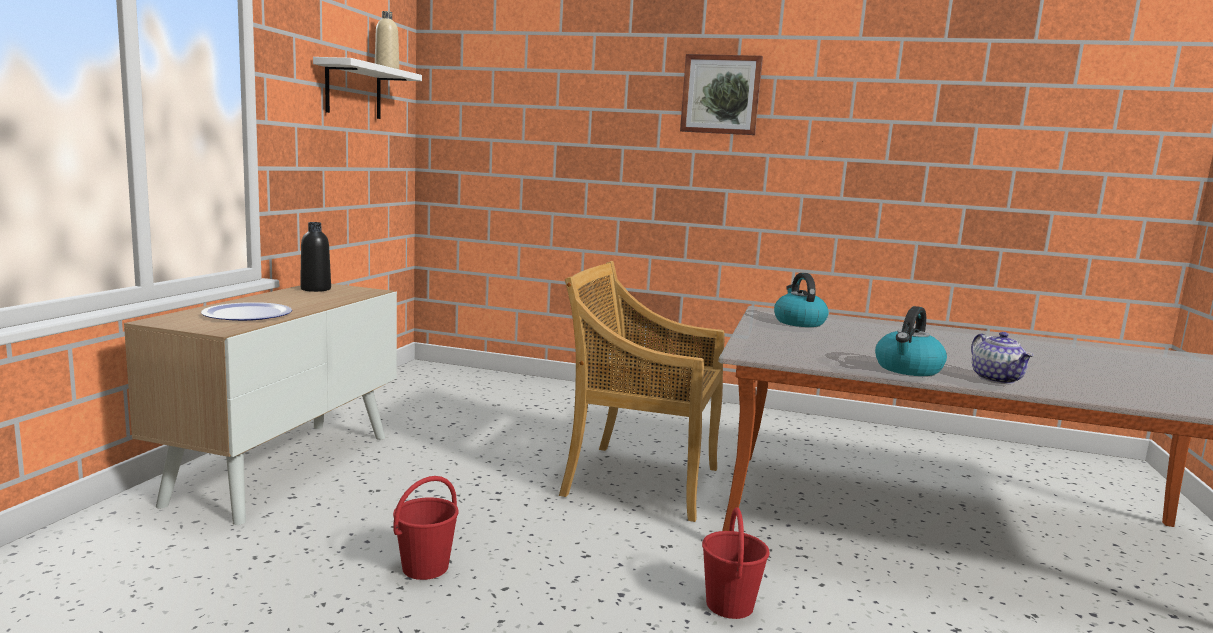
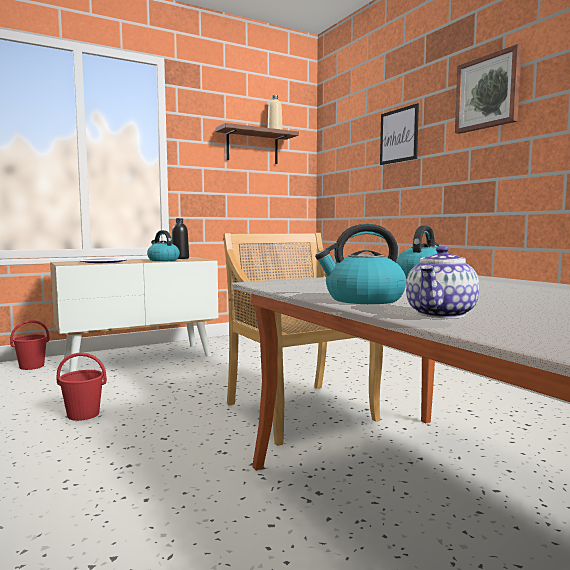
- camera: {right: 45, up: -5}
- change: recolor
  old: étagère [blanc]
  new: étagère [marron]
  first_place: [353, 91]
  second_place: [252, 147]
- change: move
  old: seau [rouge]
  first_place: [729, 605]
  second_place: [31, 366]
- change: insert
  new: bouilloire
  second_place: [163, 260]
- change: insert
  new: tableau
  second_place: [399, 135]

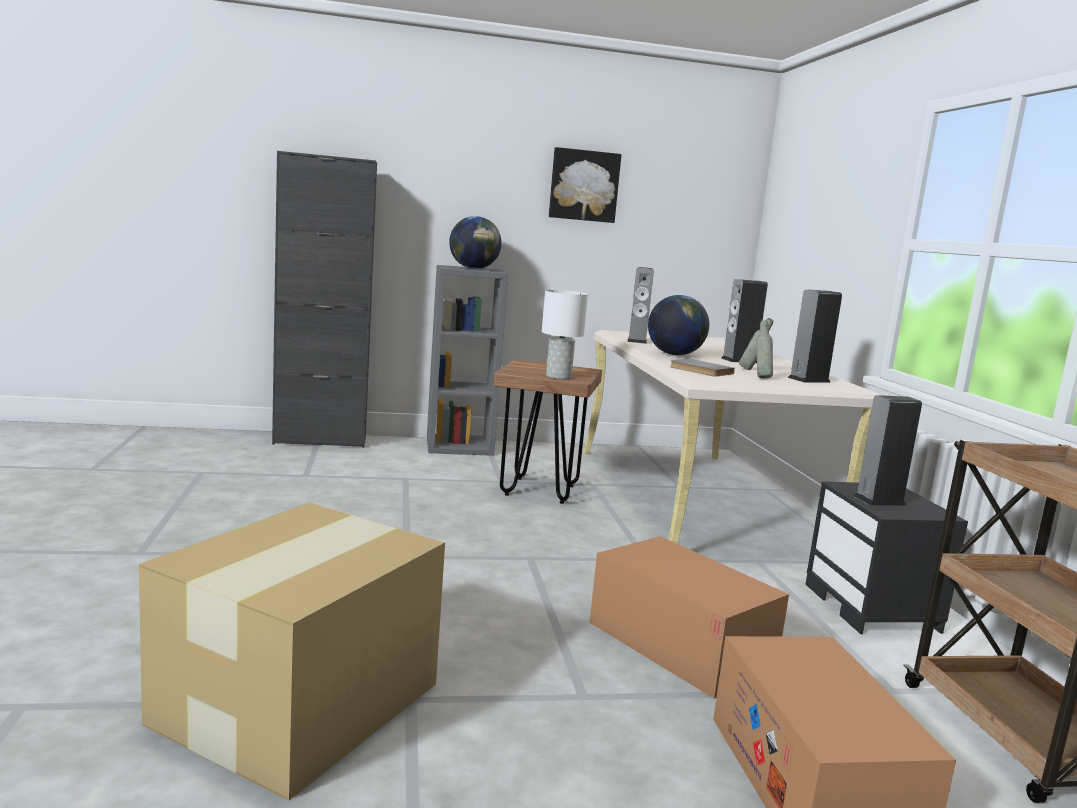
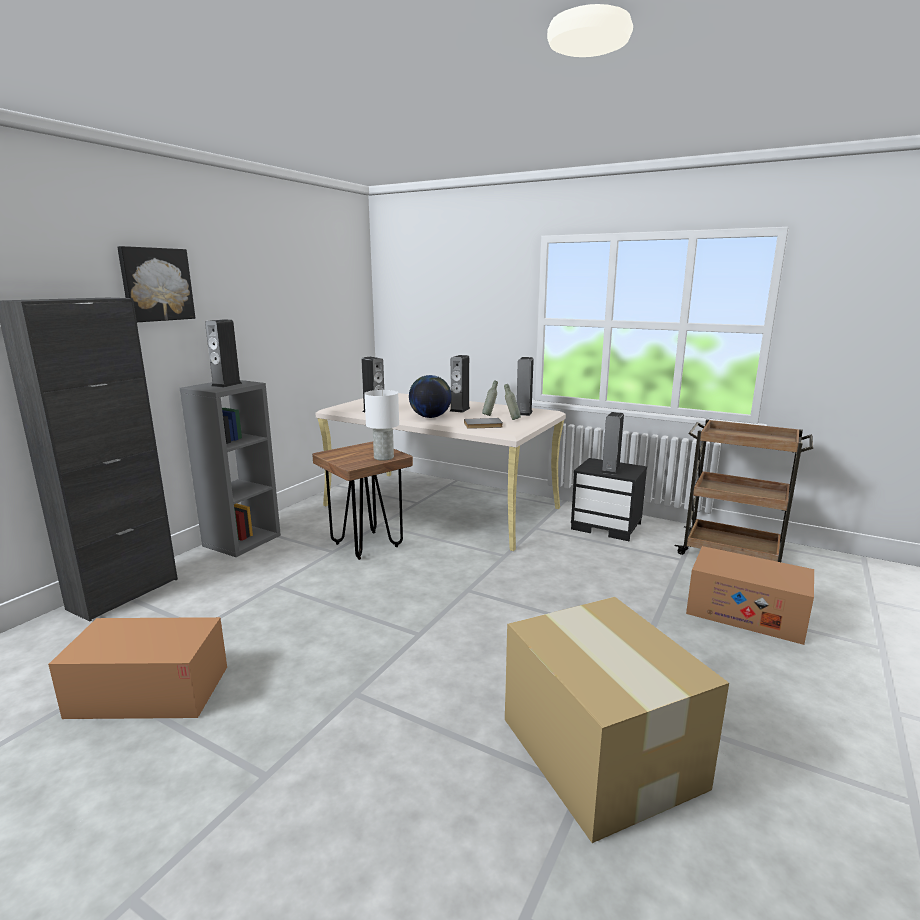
- camera: {right: -50, up: 5}
- change: replace
  old: globe
  new: enceinte
  first_place: [474, 268]
  second_place: [226, 384]
- change: move
  old: tableau
  first_place: [584, 185]
  second_place: [156, 284]
- change: move
  old: carton
  first_place: [679, 644]
  second_place: [149, 691]

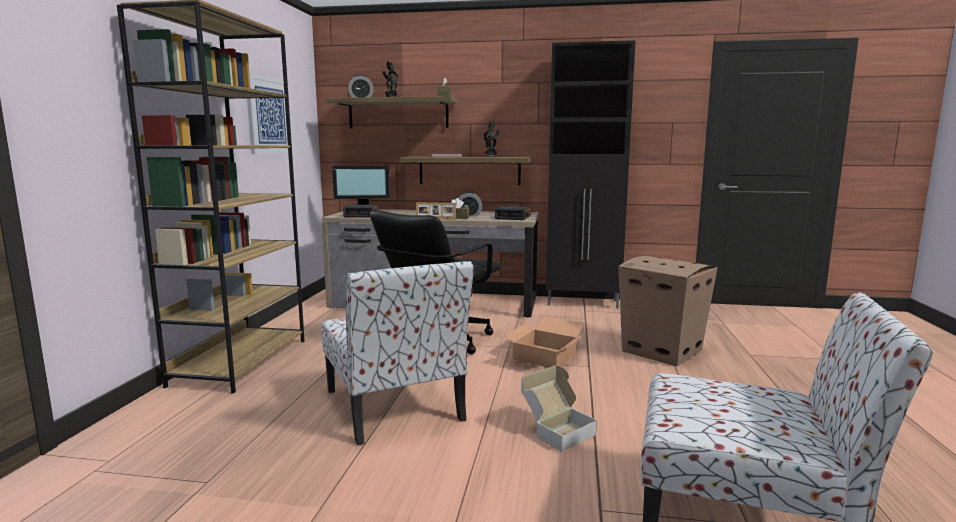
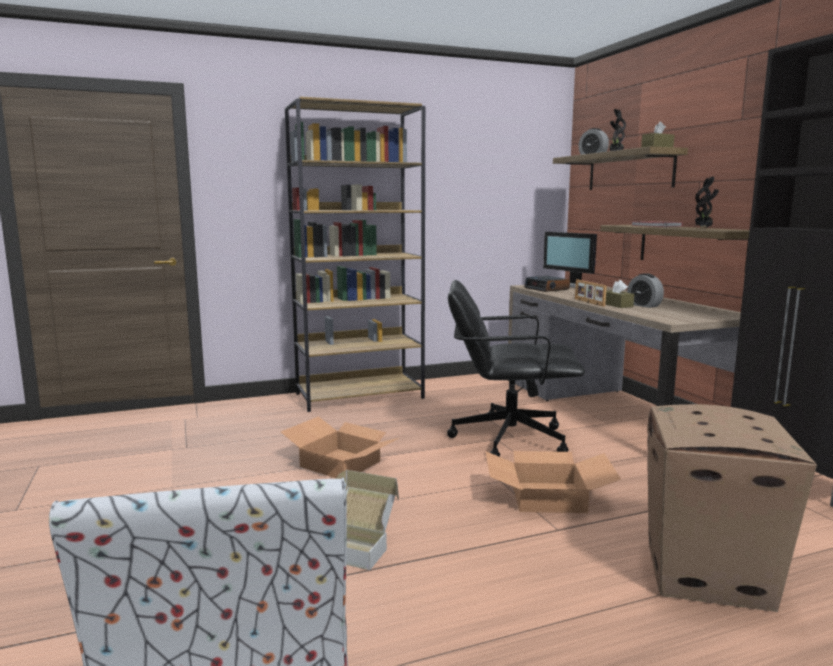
- camera: {right: 60, up: 0}
- change: delete
  old: tableau
  first_place: [268, 115]
- change: replace
  old: chaise
  new: carton
  first_place: [395, 406]
  second_place: [338, 464]
- change: delete
  old: réveil
  first_place: [513, 217]

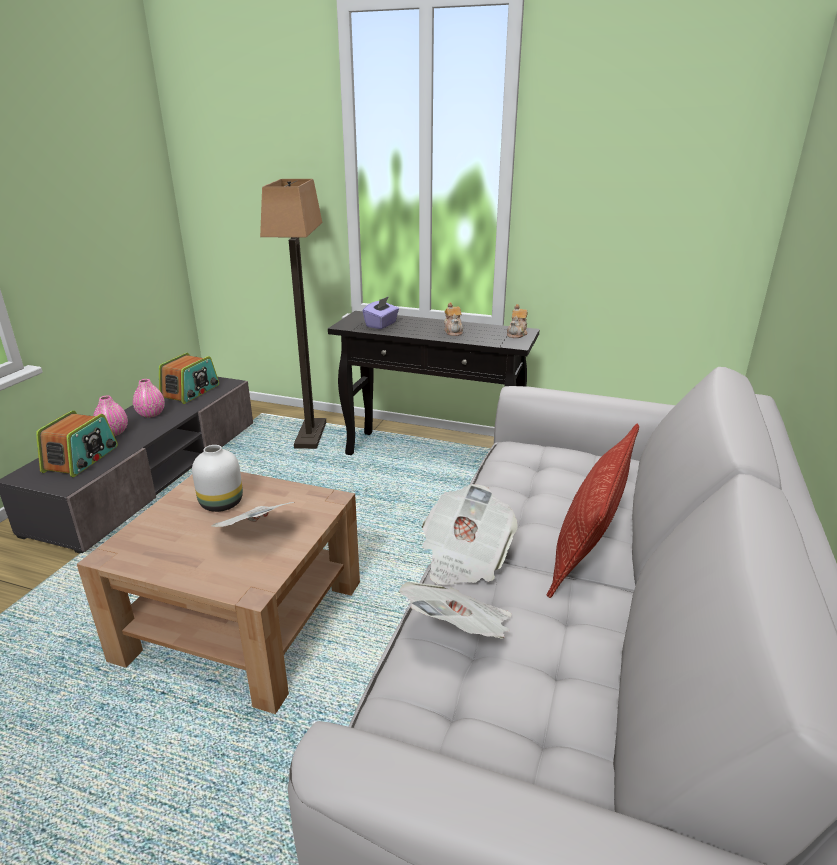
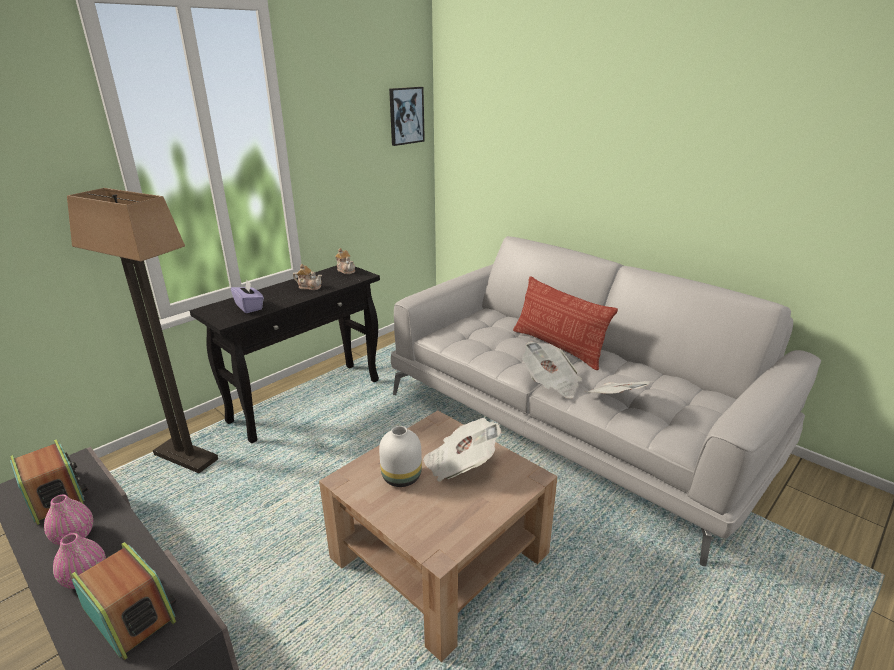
- camera: {right: -65, up: 0}
- change: insert
  new: tableau
  second_place: [406, 116]

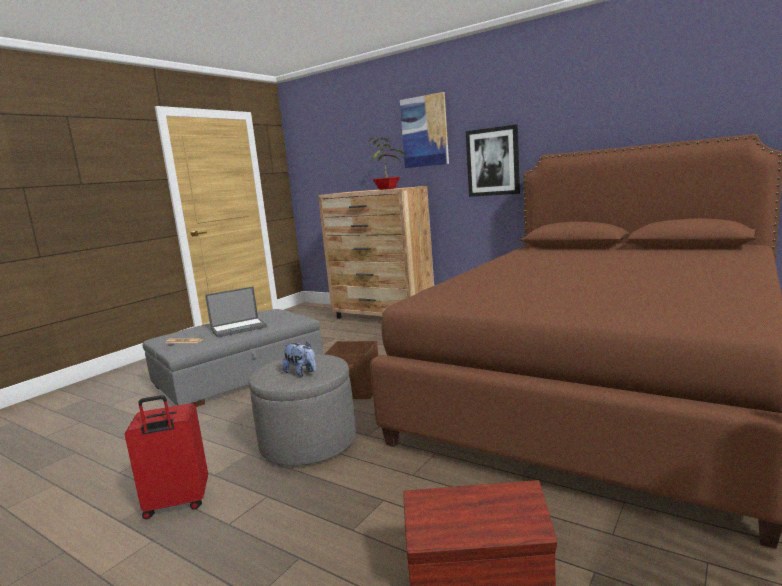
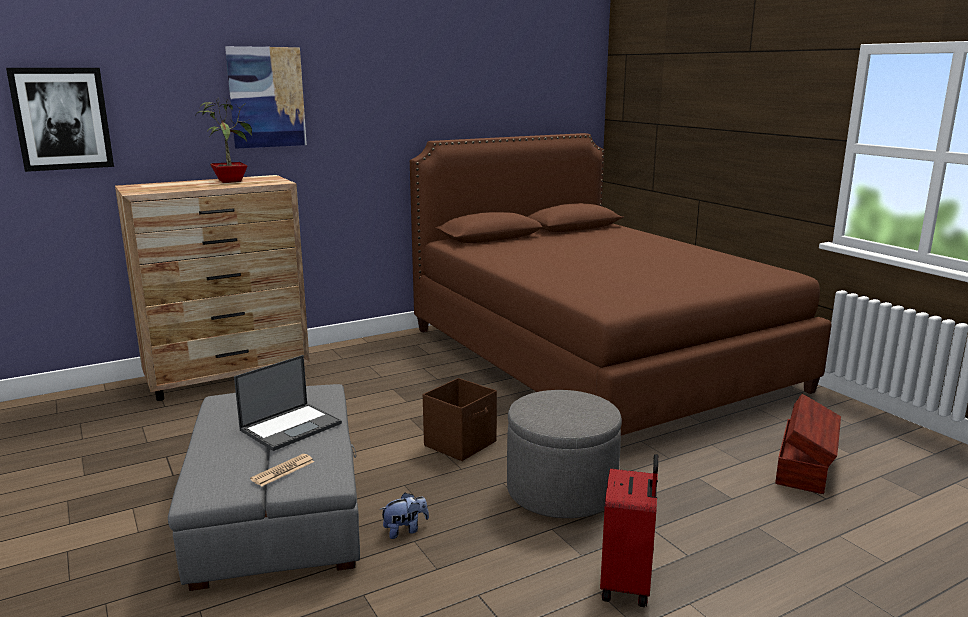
- camera: {right: -65, up: 5}
- change: rotate
  old: ordinateur portable
  first_place: [239, 327]
  second_place: [291, 426]
  degrees: 45
- change: move
  old: peluche
  first_place: [301, 373]
  second_place: [405, 530]
- change: move
  old: tableau
  first_place: [493, 162]
  second_place: [62, 119]

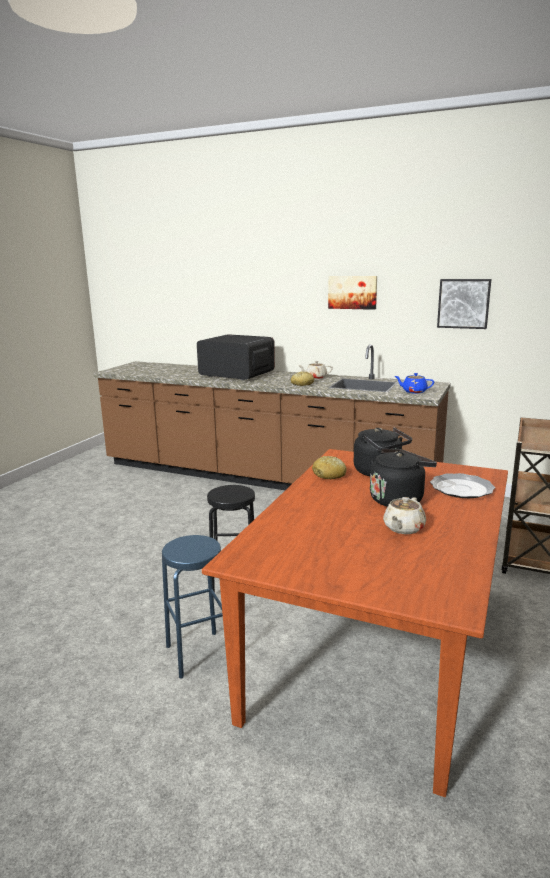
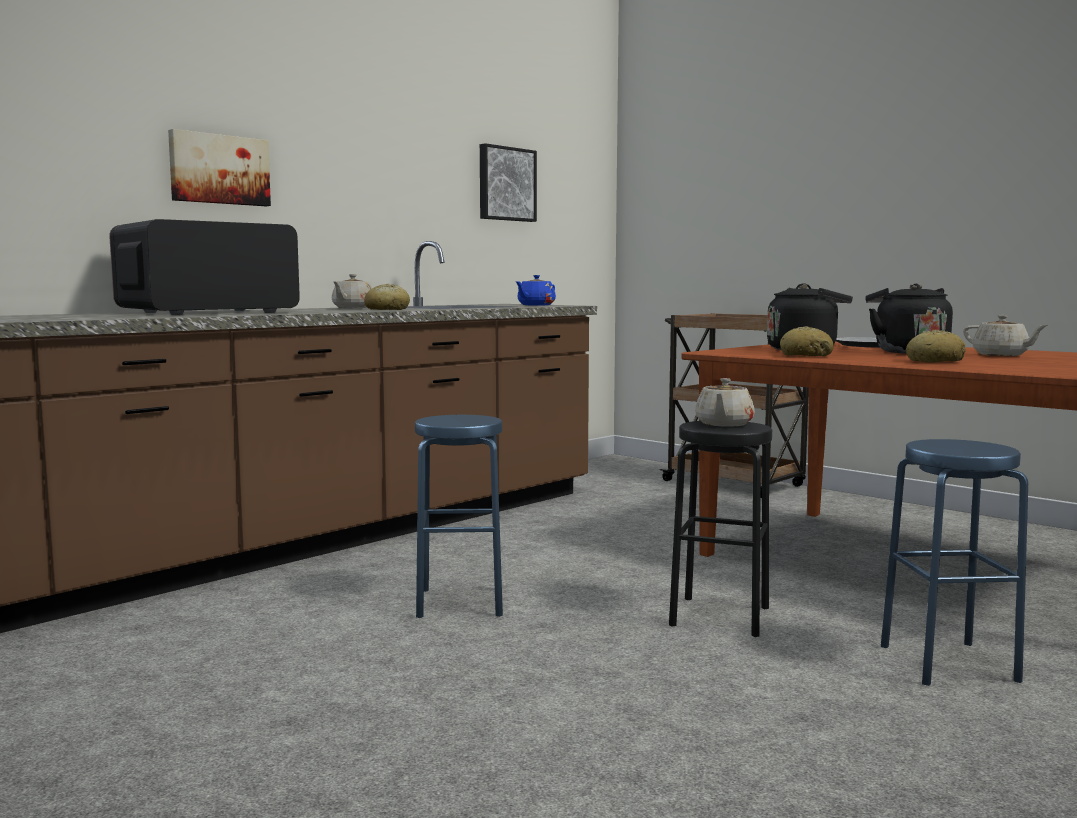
- camera: {right: -70, up: -10}
- change: move
  old: tableau
  first_place: [352, 292]
  second_place: [219, 169]
- change: insert
  new: tabouret [bleu]
  second_place: [461, 602]
- change: insert
  new: théière [beige]
  second_place: [723, 424]
- change: insert
  new: pain
  second_place: [935, 361]

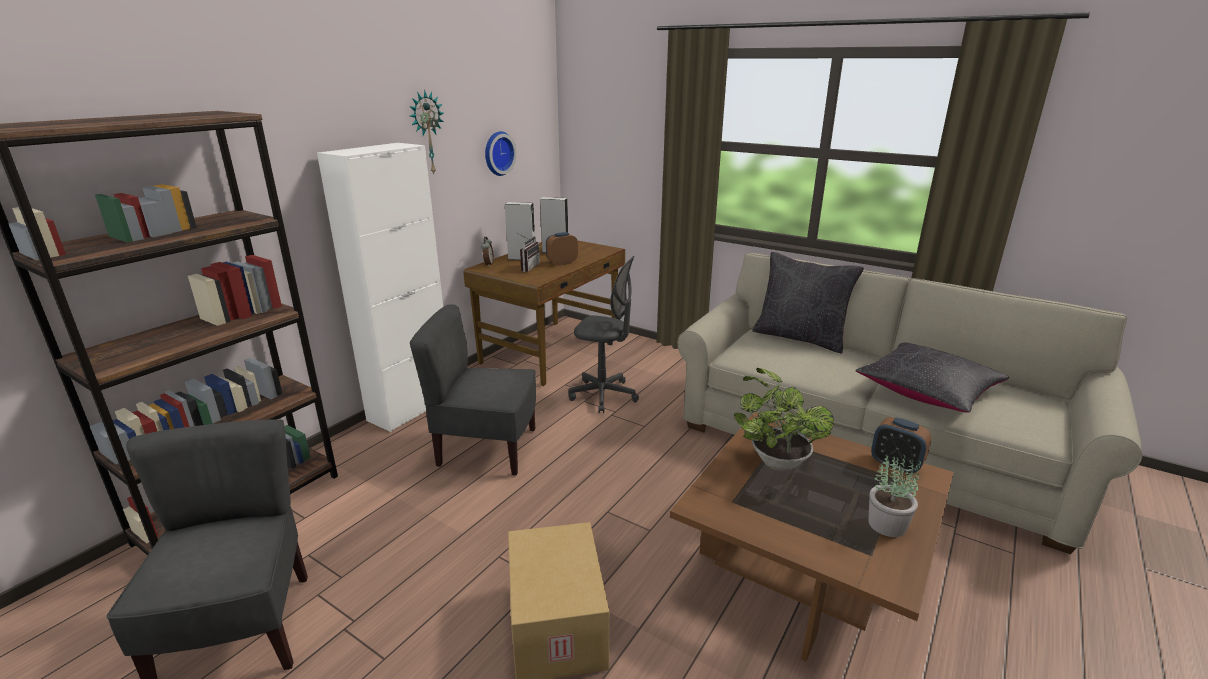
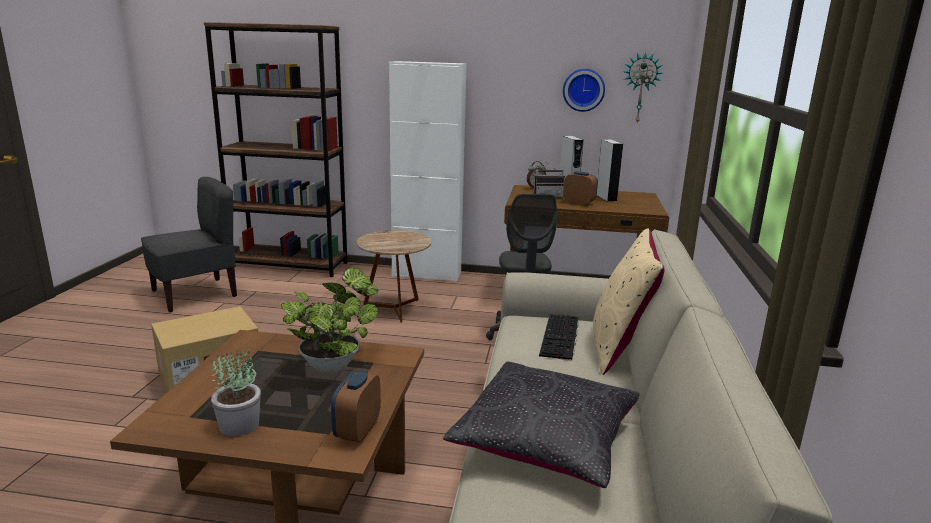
- camera: {right: 65, up: -5}
- change: move
  old: horloge murale
  first_place: [426, 133]
  second_place: [640, 88]
- change: replace
  old: chaise [gris]
  new: table d'appoint [marron]
  first_place: [486, 449]
  second_place: [395, 309]
- change: recolor
  old: coussin [noir]
  new: coussin [beige]
  first_place: [800, 337]
  second_place: [620, 347]
- change: insert
  new: clavier
  second_place: [561, 337]

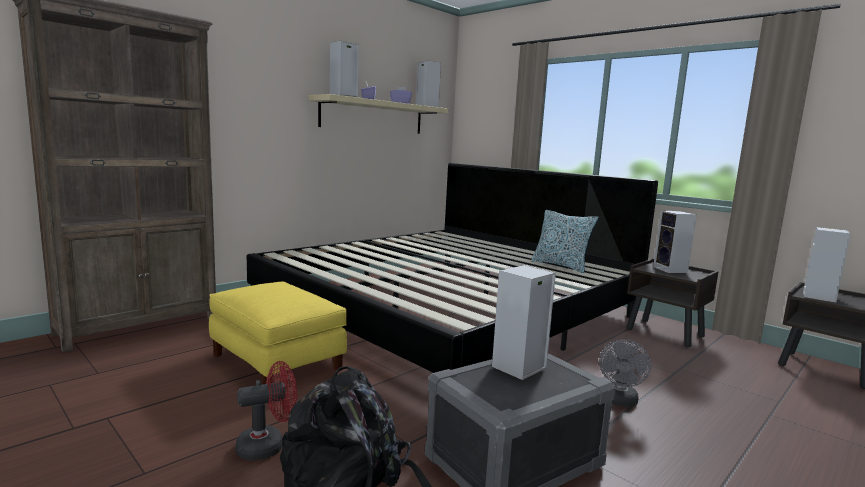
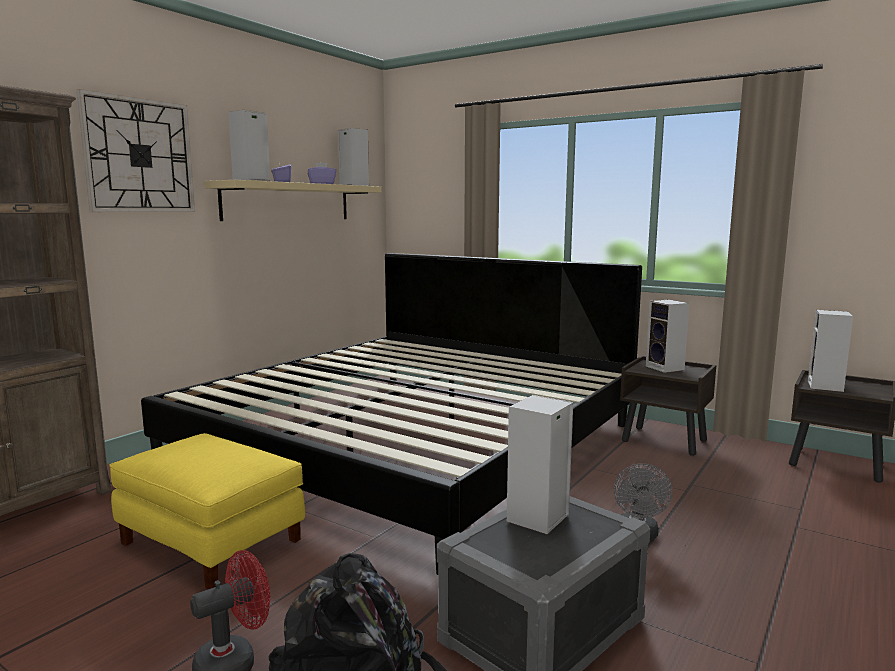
- camera: {right: -10, up: 0}
- change: delete
  old: coussin
  first_place: [560, 266]
- change: insert
  new: horloge murale
  second_place: [139, 156]

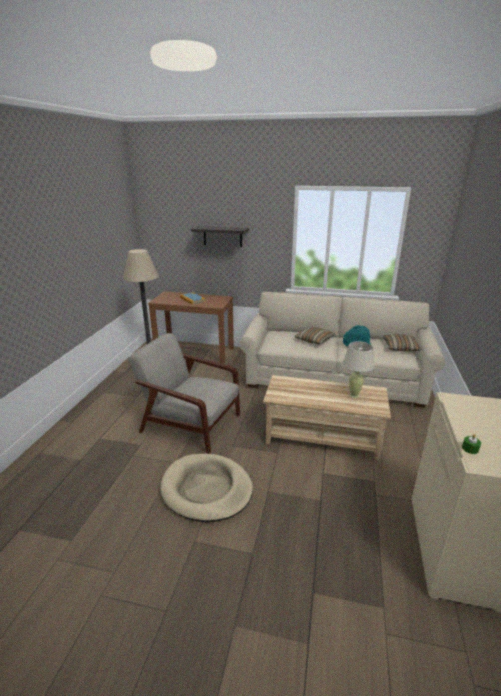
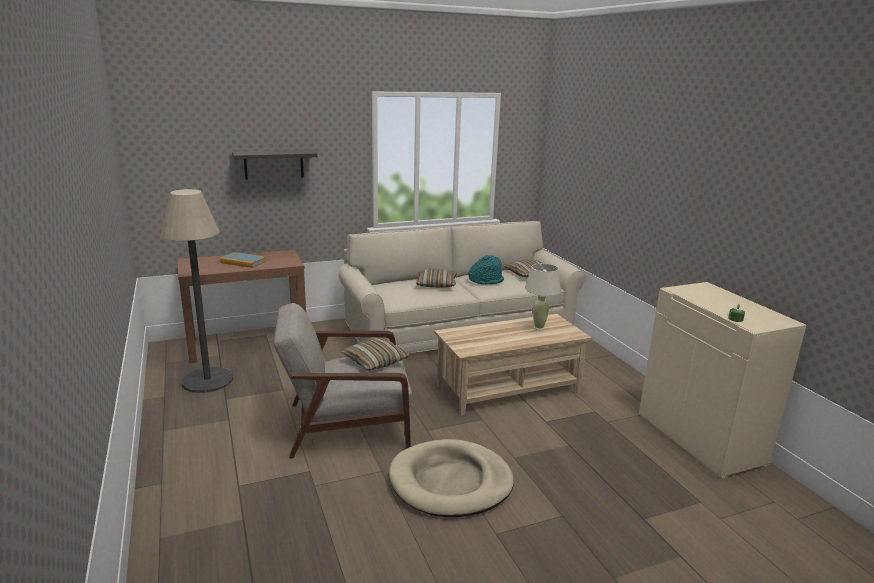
- camera: {right: -35, up: -5}
- change: insert
  new: coussin
  second_place: [375, 361]

